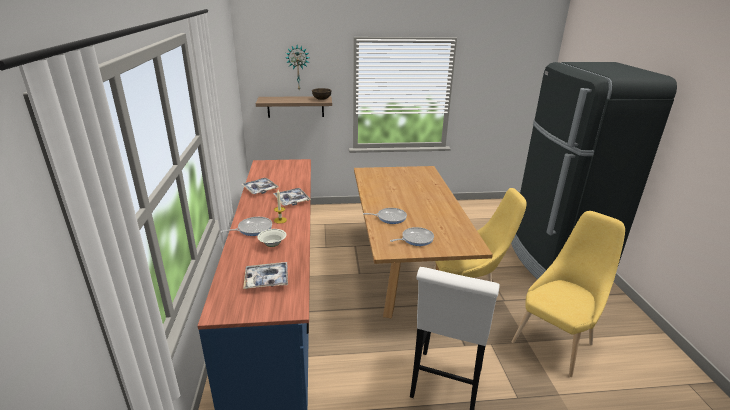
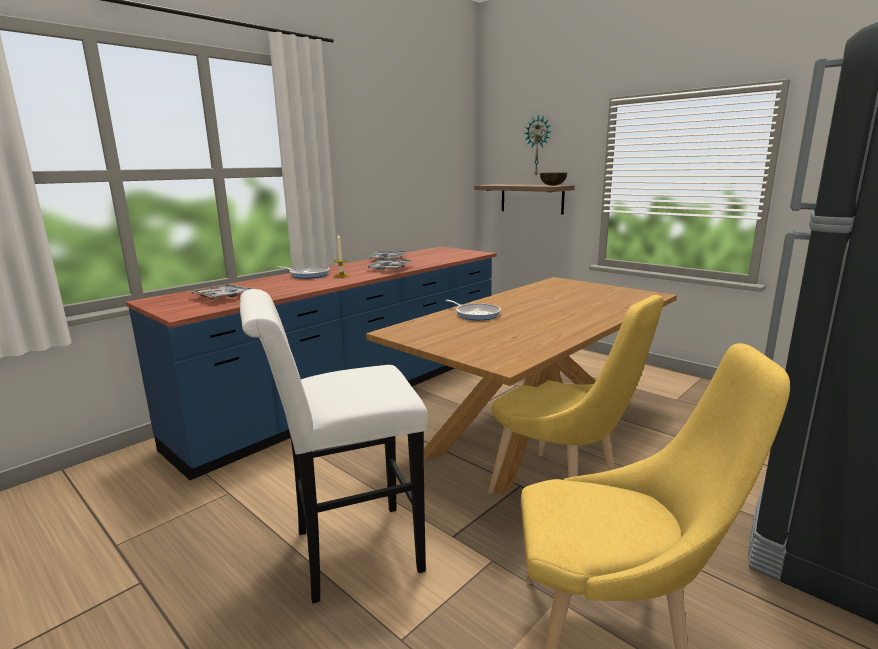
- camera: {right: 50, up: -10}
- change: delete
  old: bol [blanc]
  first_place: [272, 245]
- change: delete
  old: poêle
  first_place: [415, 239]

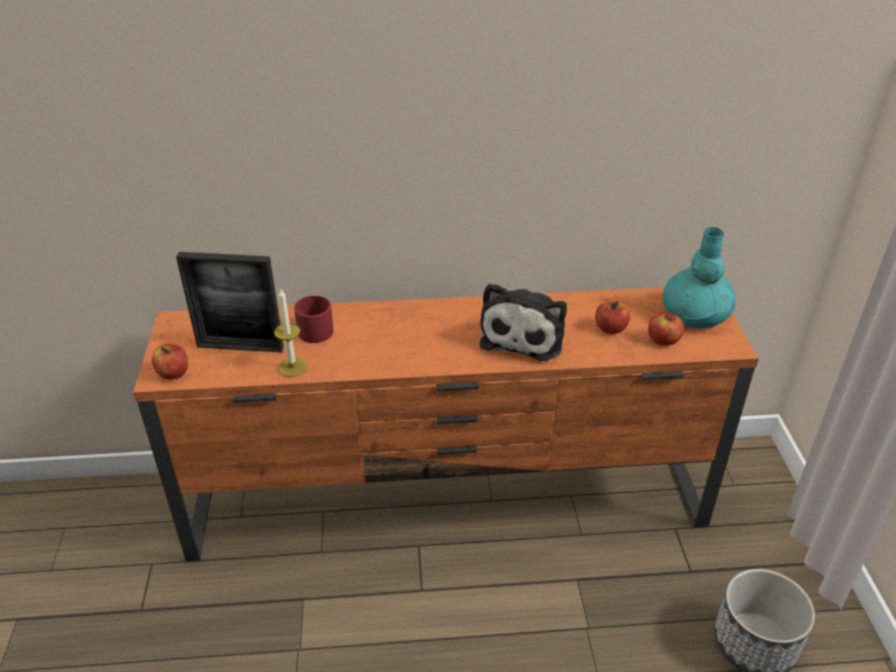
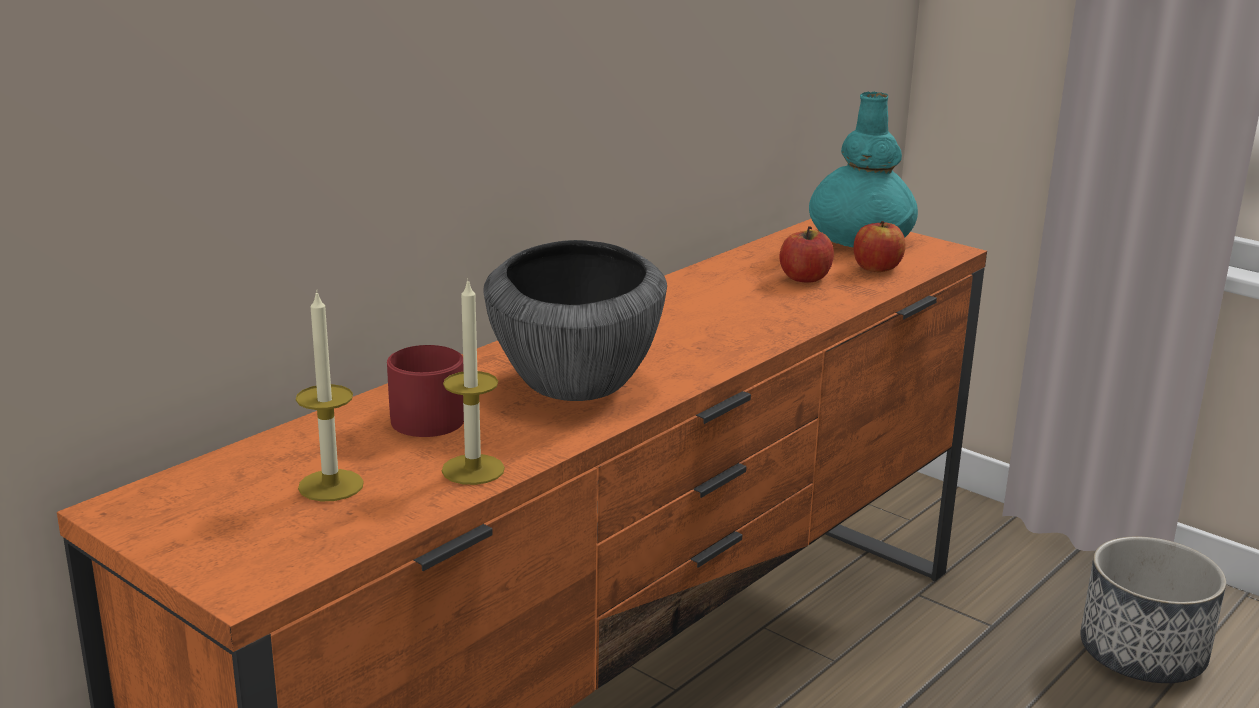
- camera: {right: -45, up: -15}
- change: delete
  old: pomme
  first_place: [173, 373]
- change: replace
  old: cadre photo
  new: bougie
  first_place: [240, 347]
  second_place: [331, 485]
- change: delete
  old: peluche
  first_place: [524, 335]
- change: insert
  new: bol
  second_place: [574, 385]

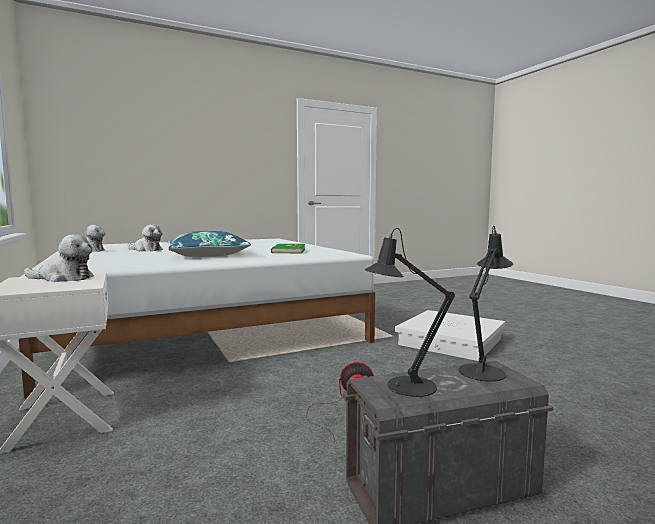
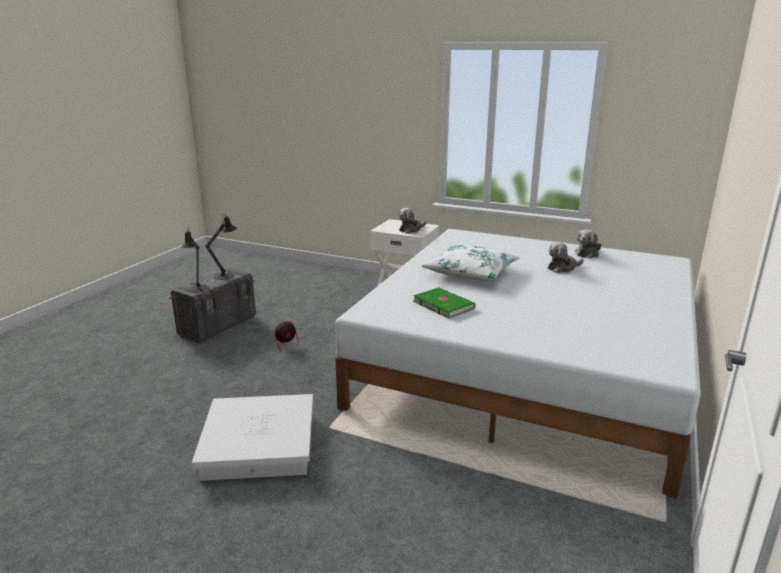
- camera: {right: 140, up: 15}
- change: recolor
  old: coussin [bleu]
  new: coussin [blanc]
  first_place: [207, 255]
  second_place: [470, 272]

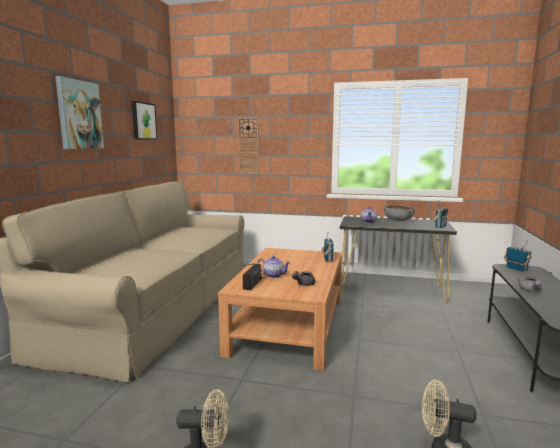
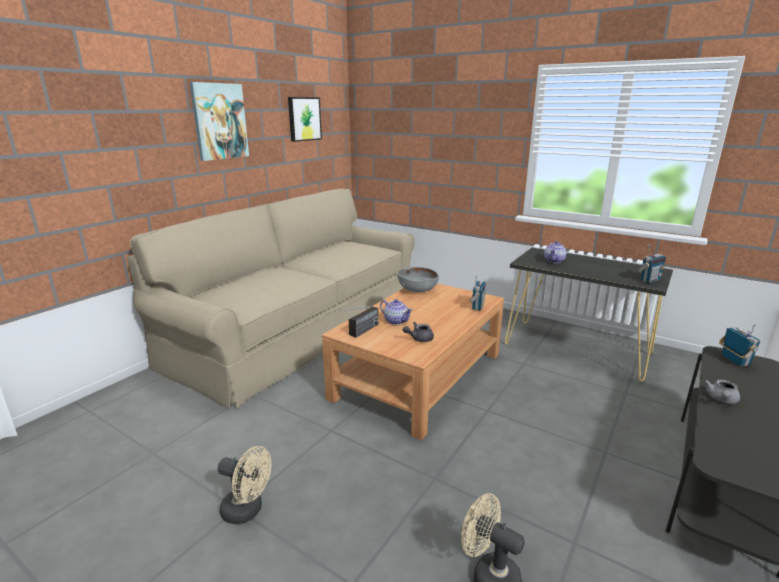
- camera: {right: 20, up: 10}
- change: delete
  old: horloge murale
  first_place: [248, 145]
- change: move
  old: bol [gris]
  first_place: [398, 220]
  second_place: [417, 290]

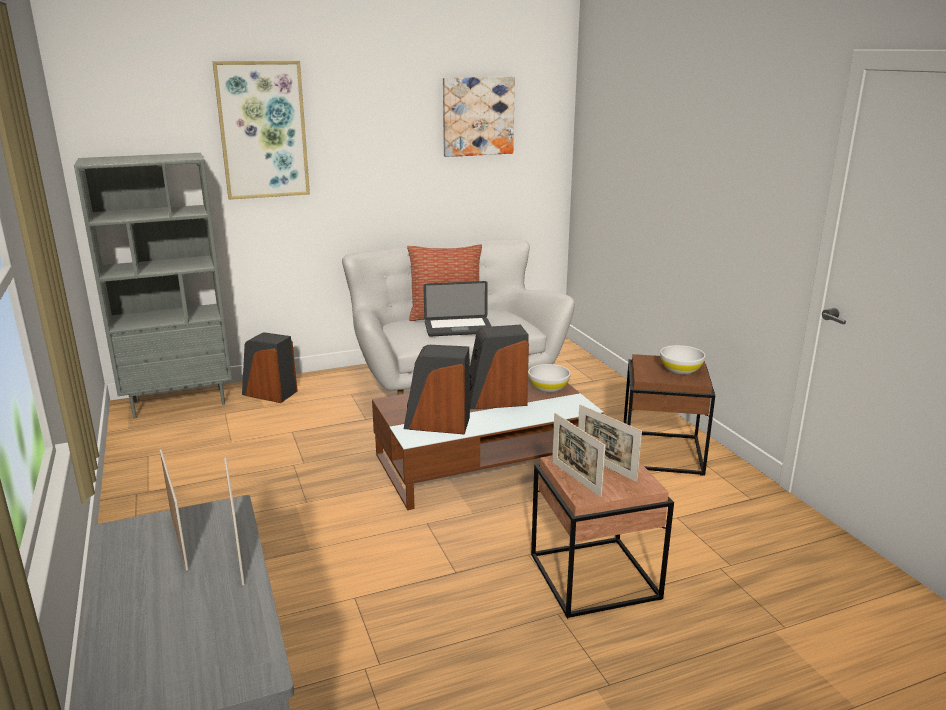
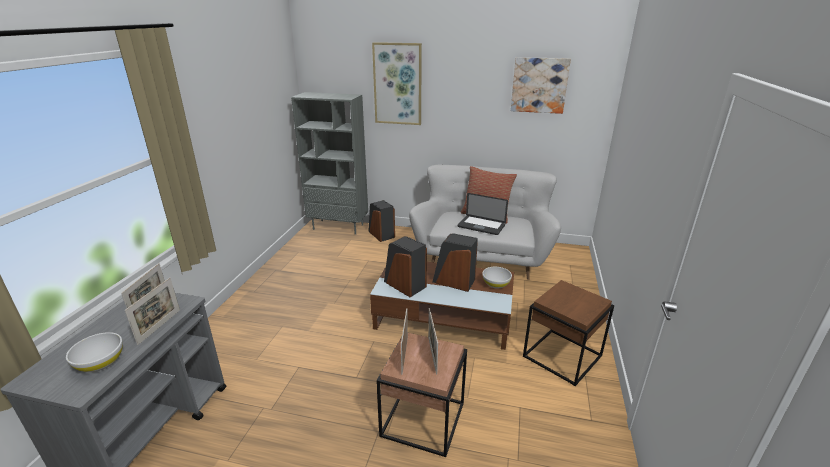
- camera: {right: 35, up: 5}
- change: move
  old: bol [blanc]
  first_place: [680, 370]
  second_place: [100, 362]

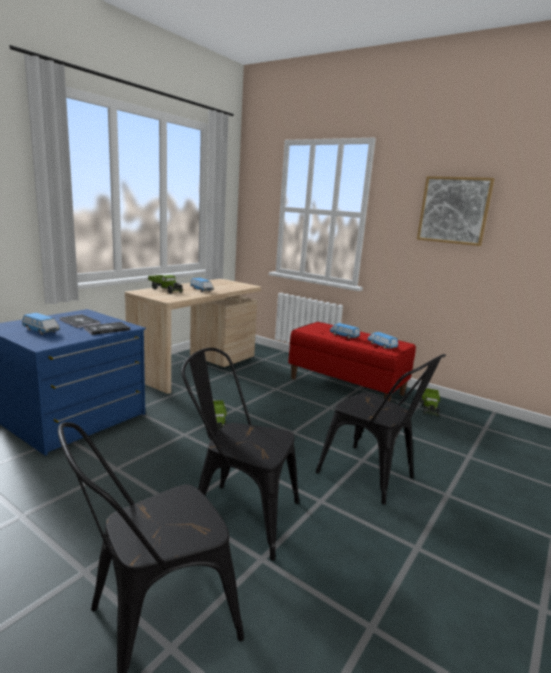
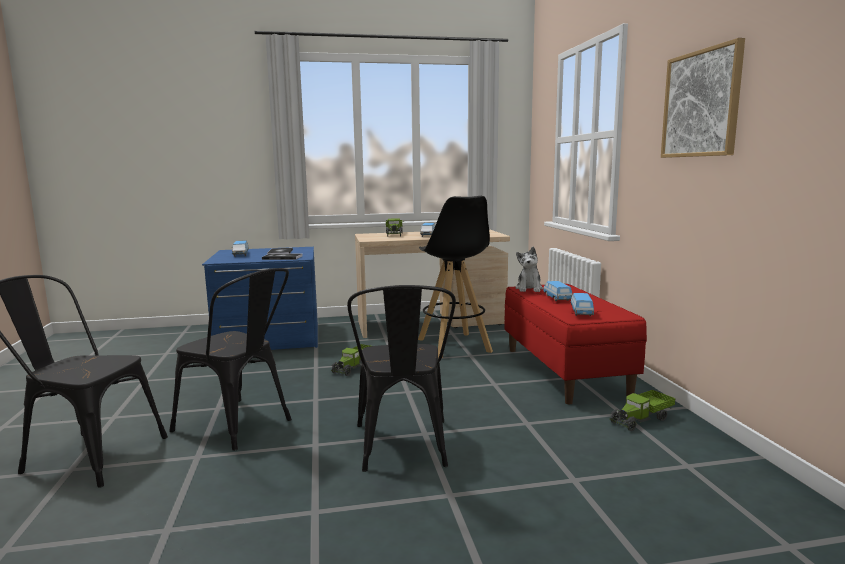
- camera: {right: 45, up: -5}
- change: rotate
  old: chaise [noir]
  first_place: [237, 514]
  second_place: [240, 426]
  degrees: 150
- change: insert
  new: tabouret [noir]
  second_place: [454, 346]
- change: insert
  new: peluche
  second_place: [529, 288]

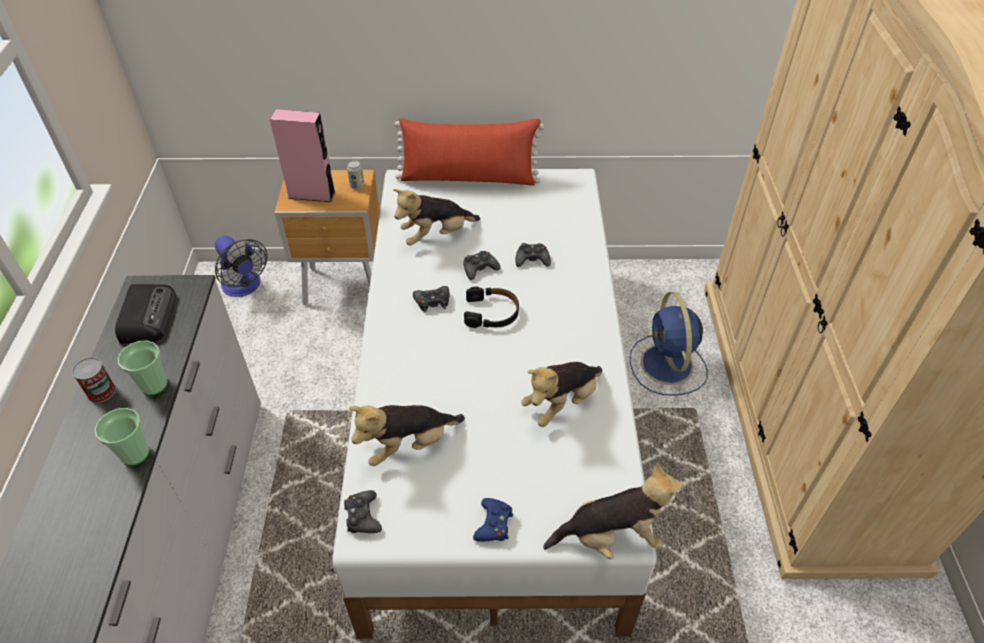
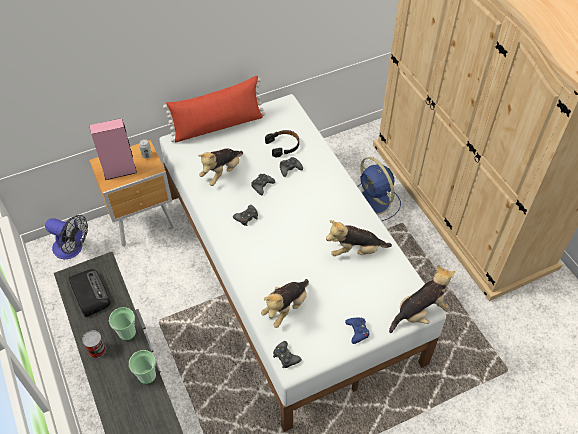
- camera: {right: -25, up: 5}
- change: move
  old: casque audio [noir]
  first_place: [491, 313]
  second_place: [283, 145]
- change: rotate
  old: peluche
  first_place: [561, 403]
  second_place: [355, 250]
  degrees: 60

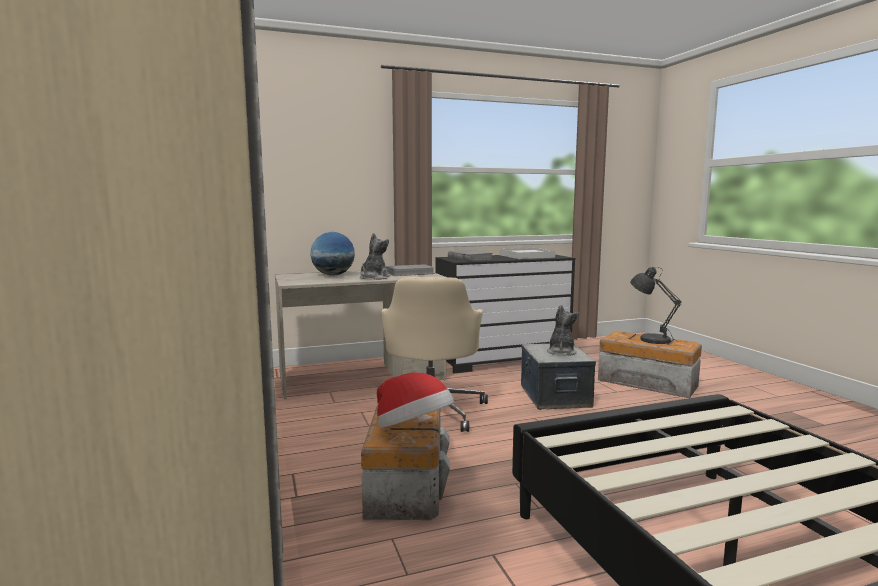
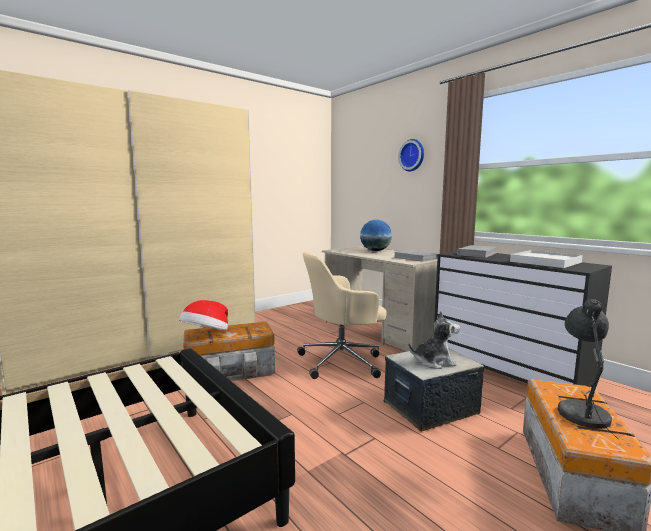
- camera: {right: 70, up: 0}
- change: delete
  old: peluche
  first_place: [374, 278]
- change: insert
  new: horloge murale
  second_place: [412, 155]

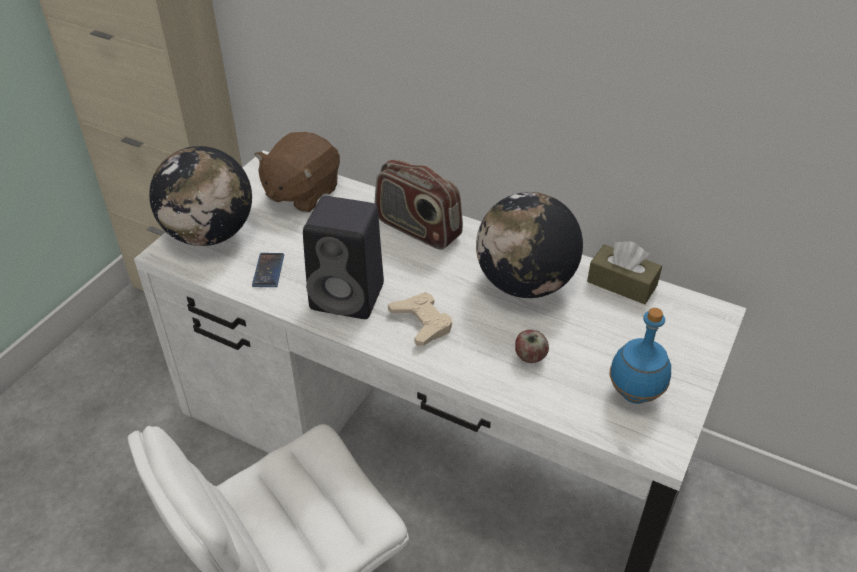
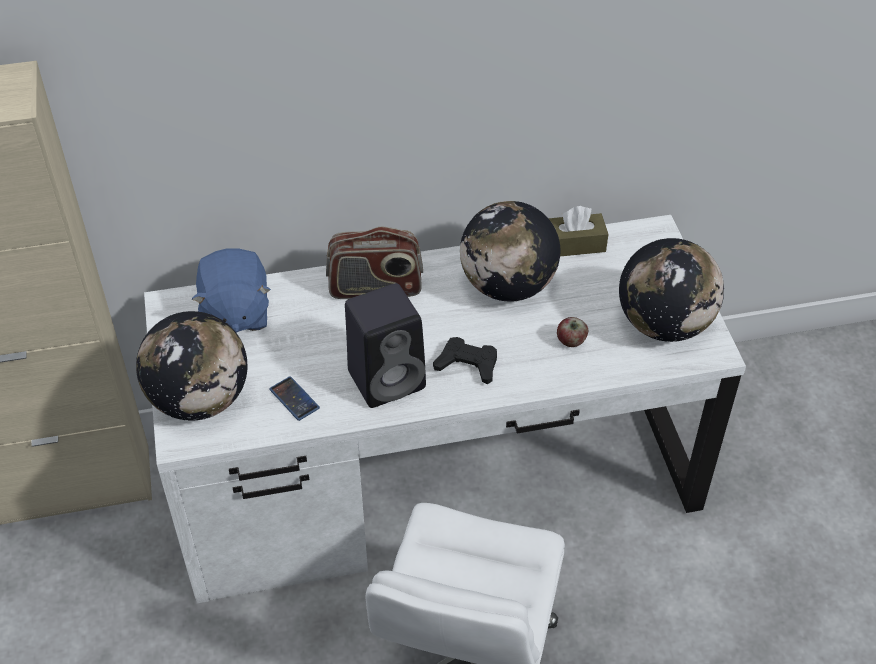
- camera: {right: -40, up: 5}
- change: recolor
  old: peluche [marron]
  new: peluche [bleu]
  first_place: [301, 193]
  second_place: [235, 313]
- change: recolor
  old: manette [beige]
  new: manette [noir]
  first_place: [422, 322]
  second_place: [467, 364]
- change: replace
  old: bouteille [bleu]
  new: globe
  first_place: [635, 394]
  second_place: [664, 324]

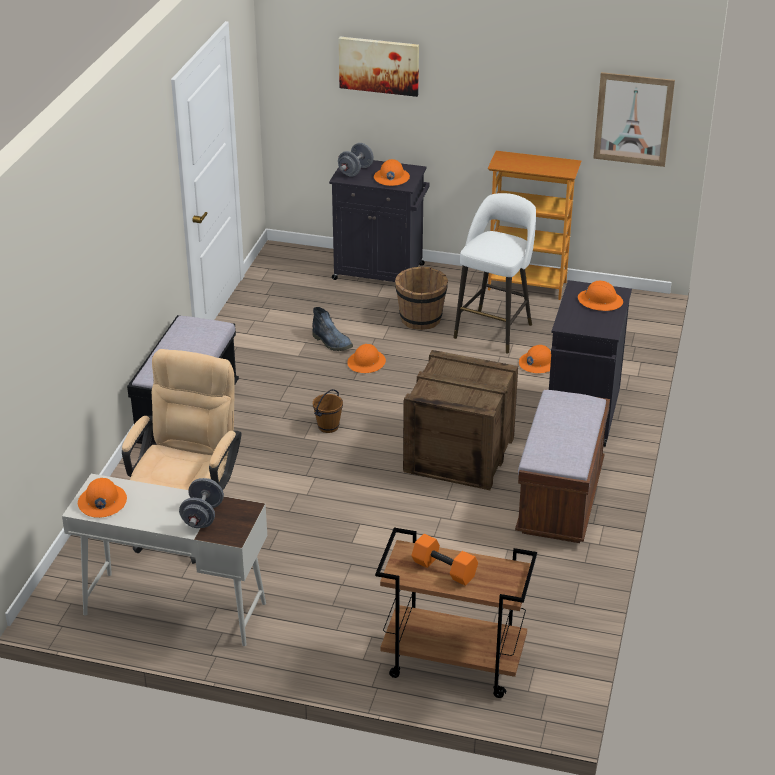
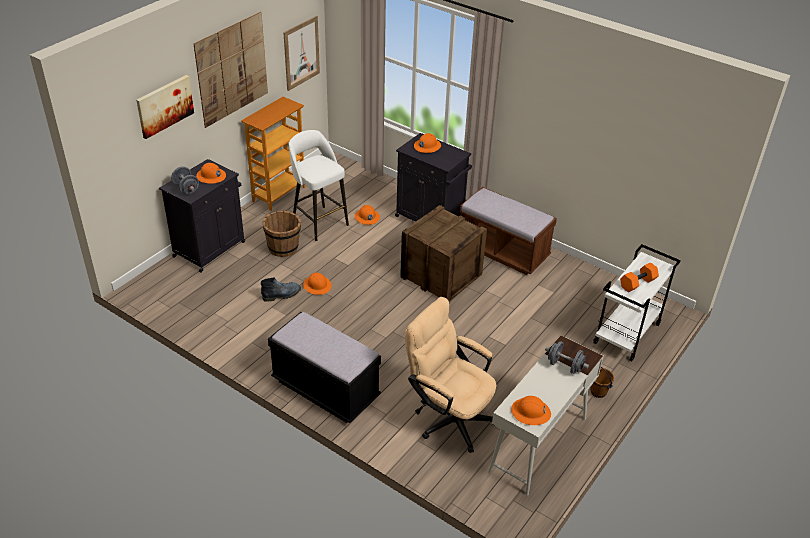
- camera: {right: -70, up: 5}
- change: move
  old: seau [marron]
  first_place: [328, 427]
  second_place: [598, 392]
- change: recolor
  old: chariot [marron]
  new: chariot [blanc]
  first_place: [452, 663]
  second_place: [627, 334]
- change: insert
  new: tableau
  second_place: [232, 69]

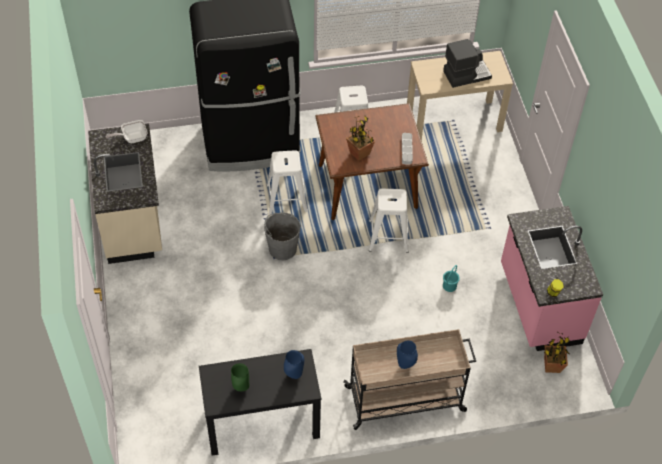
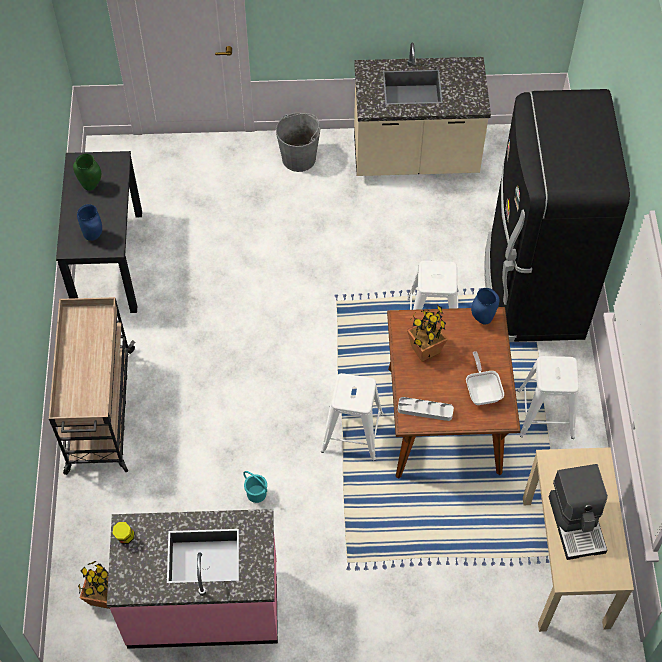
- camera: {right: 100, up: 5}
- change: move
  old: poêle
  first_place: [132, 138]
  second_place: [482, 391]
- change: move
  old: seau [gris]
  first_place: [282, 248]
  second_place: [299, 158]
- change: move
  old: vase [bleu]
  first_place: [405, 364]
  second_place: [482, 320]

